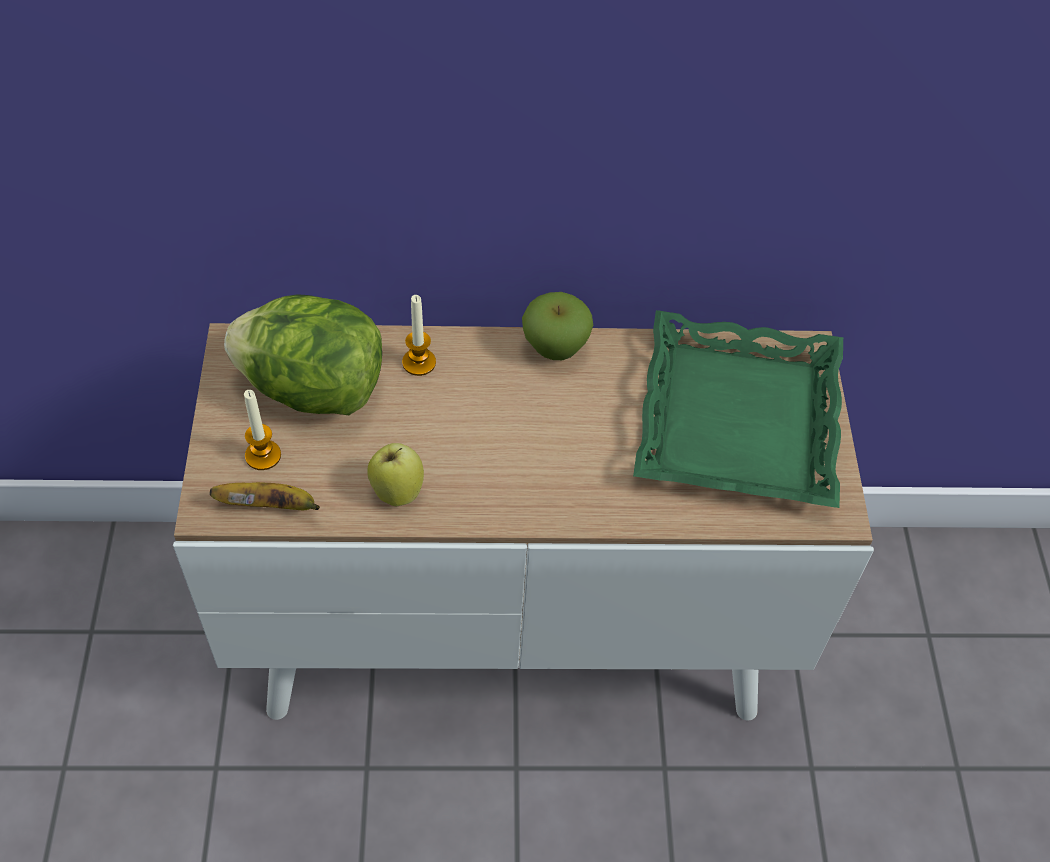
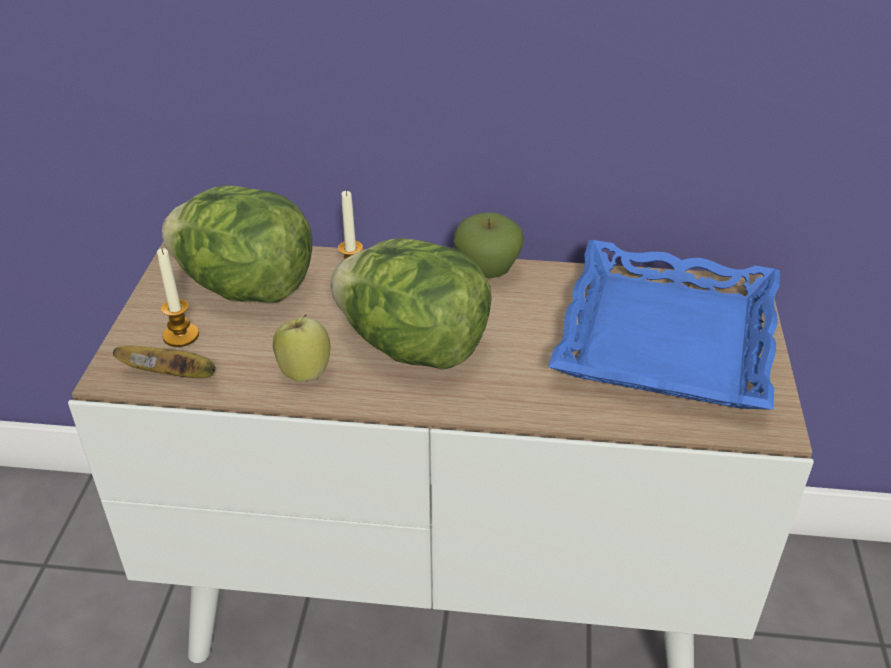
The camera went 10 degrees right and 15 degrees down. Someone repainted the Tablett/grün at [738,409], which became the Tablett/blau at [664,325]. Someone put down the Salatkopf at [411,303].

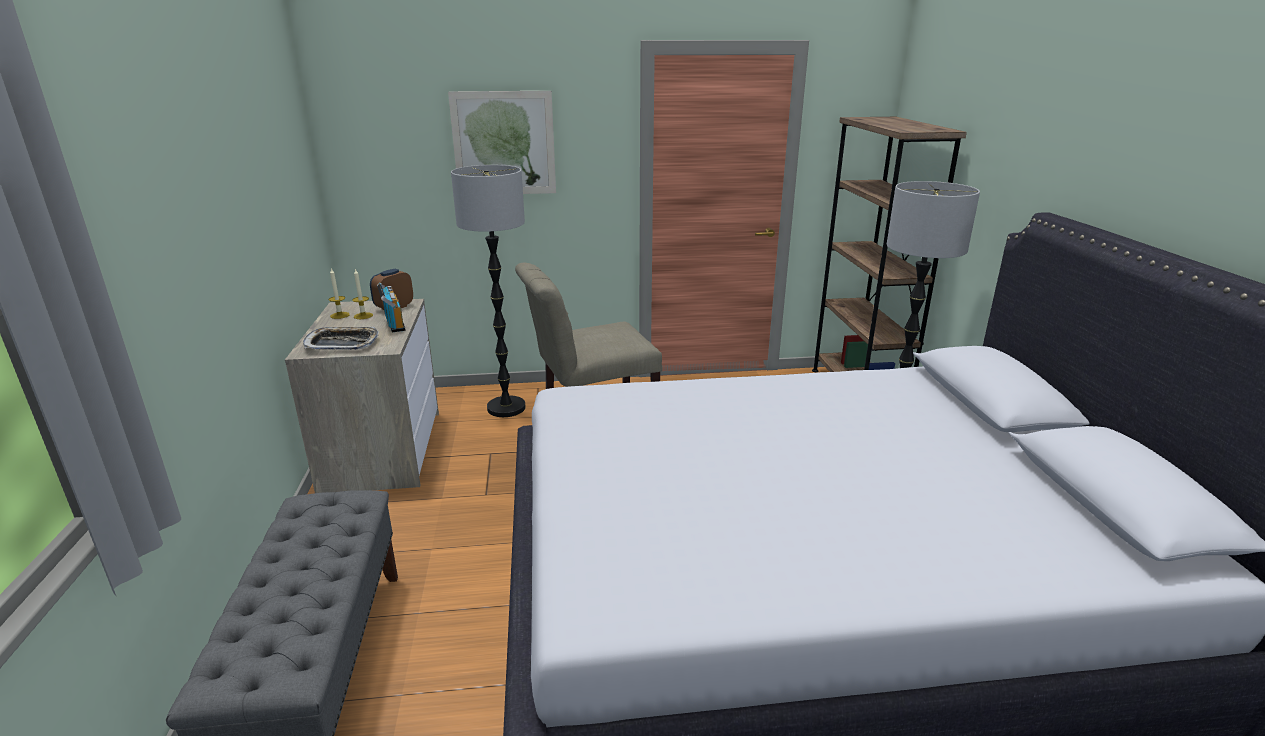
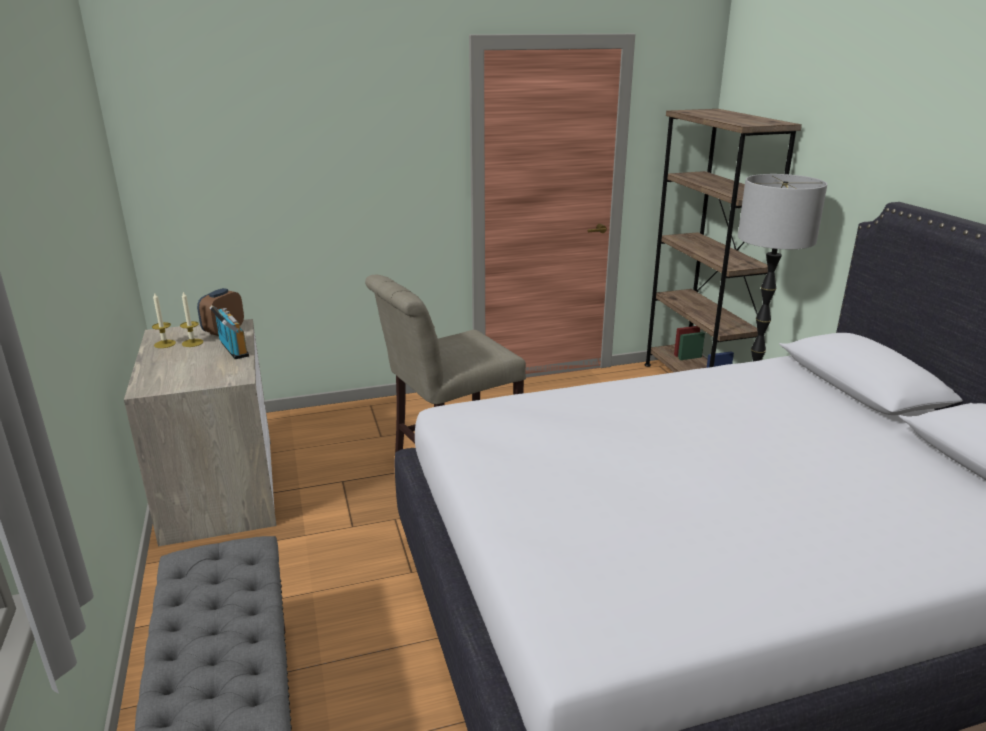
The camera went 10 degrees left and 0 degrees up. Someone took away the Bild at [502,142]. Someone took away the Stehlampe at [488,291]. Someone took away the Tablett at [341,338].

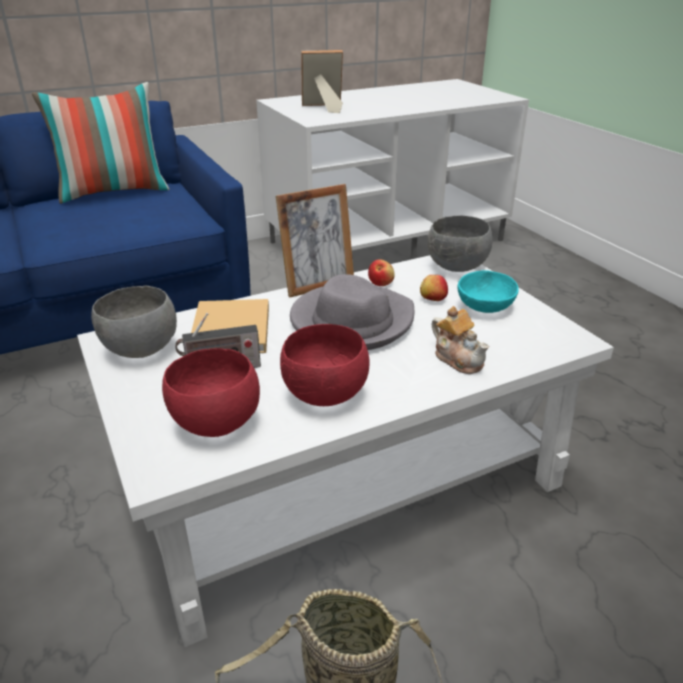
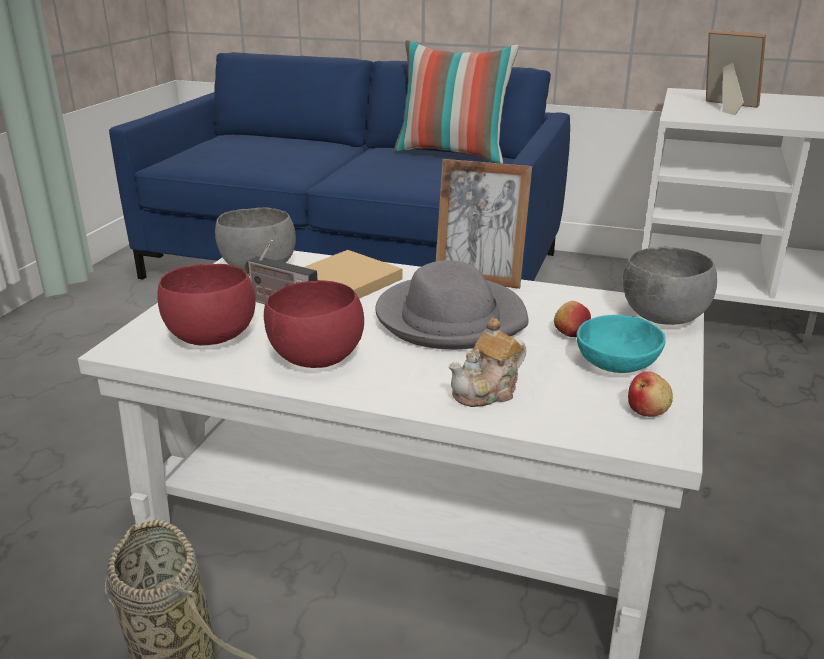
The camera went 45 degrees right and 5 degrees down. Someone carried the Apfel from [381,272] to [650,394]. Someone rotated the Teekanne at [460,340] by 45 degrees clockwise.

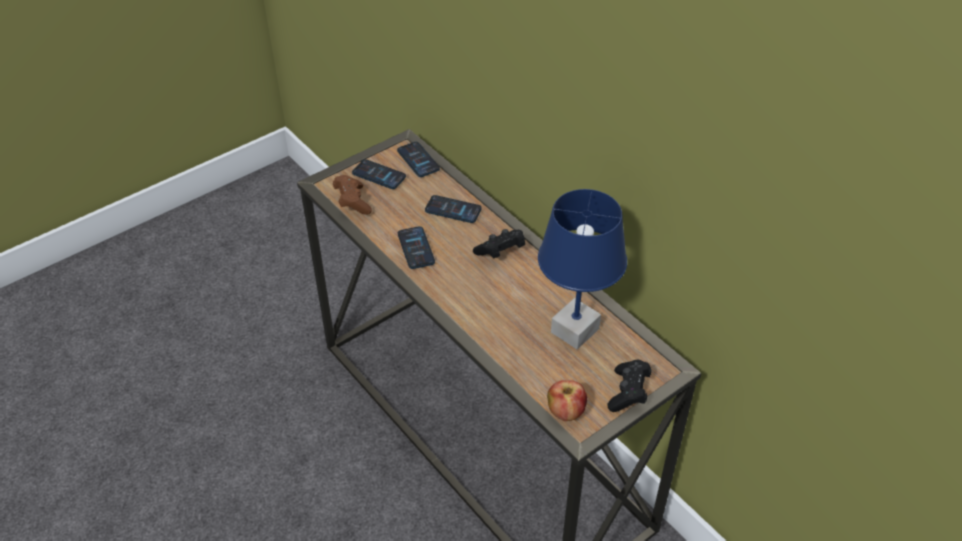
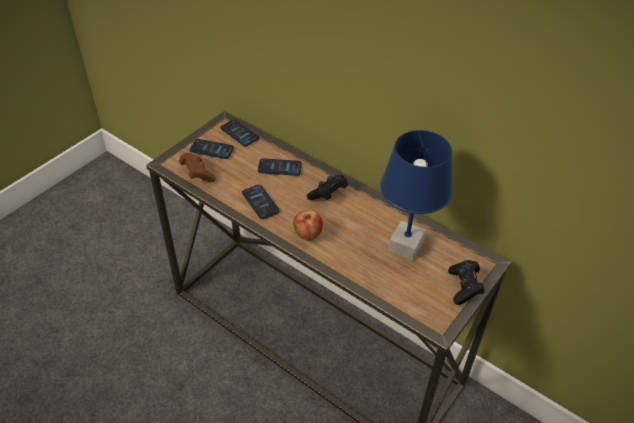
The camera went 15 degrees left and 0 degrees up. Someone carried the Apfel from [567,400] to [308,225].

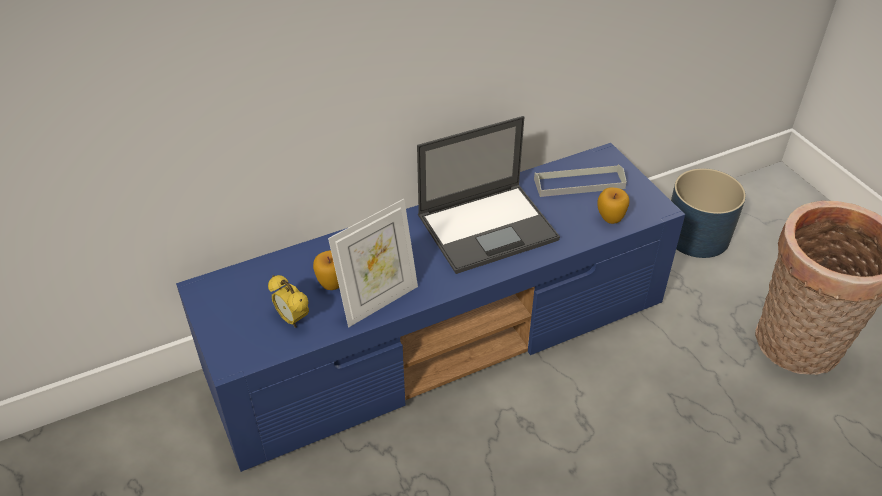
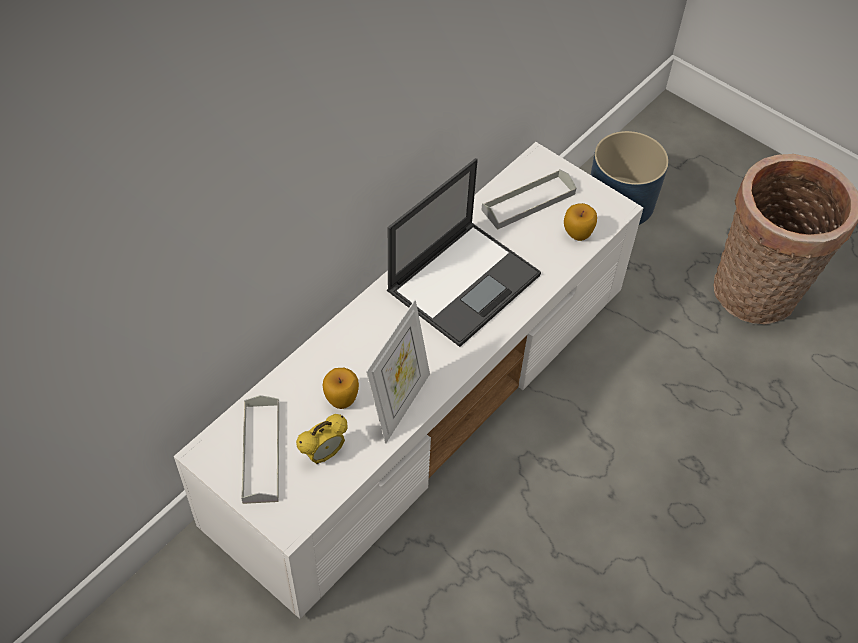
The camera went 25 degrees left and 10 degrees up. Someone repainted the Fernsehschrank/blau at [430,307], which became the Fernsehschrank/weiß at [408,380]. Someone rotated the Wecker at [288,301] by 60 degrees counterclockwise. Someone put down the Tablett/grau at [260,449].

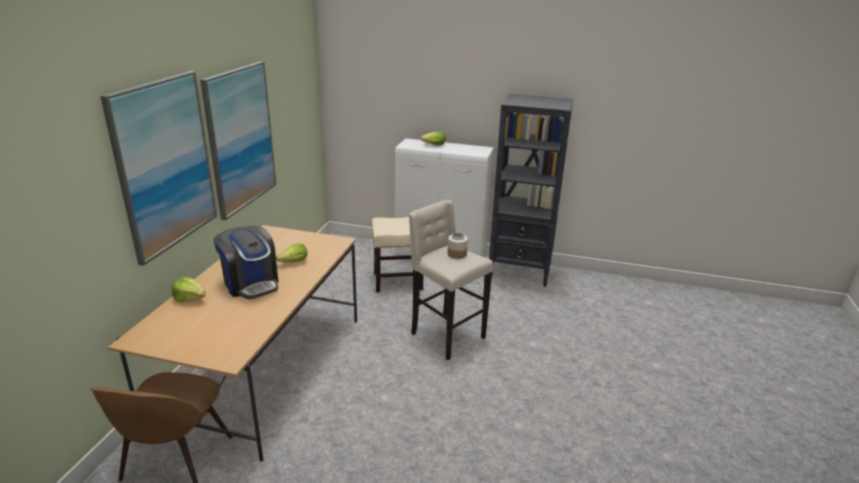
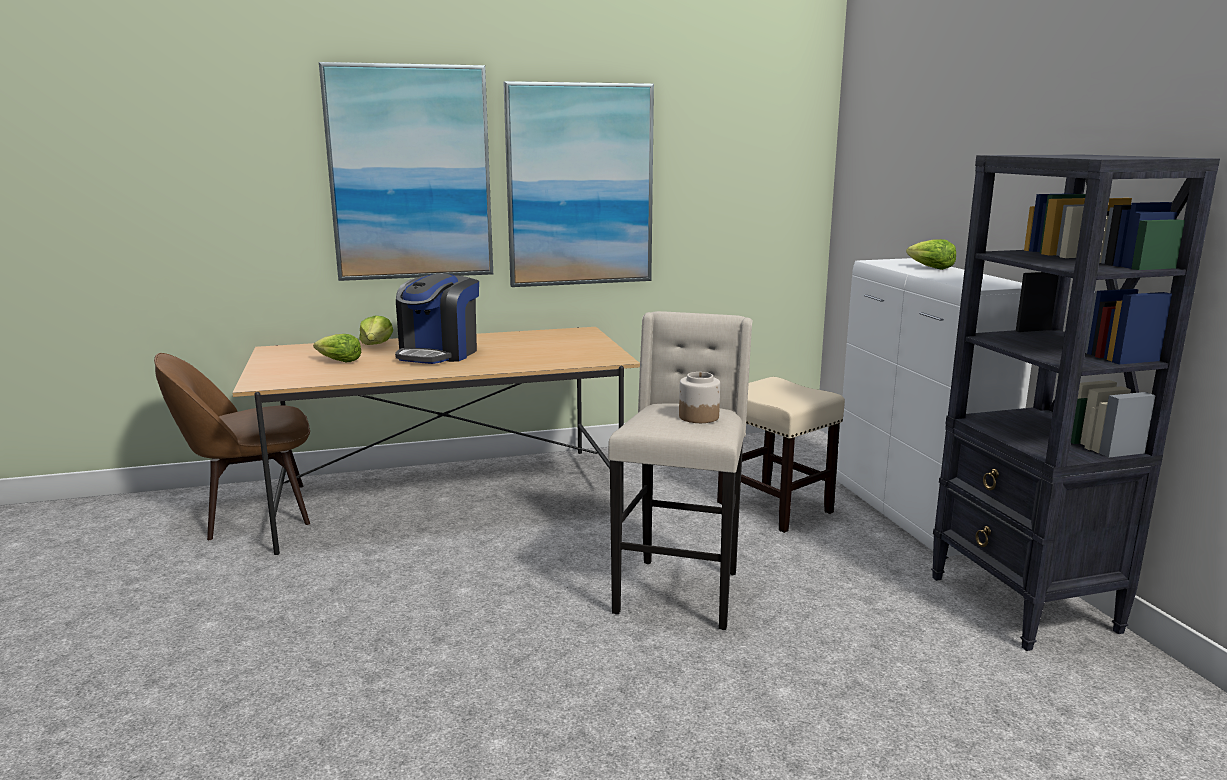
The camera went 60 degrees right and 10 degrees down. Someone carried the Salatkopf from [291,252] to [337,348].

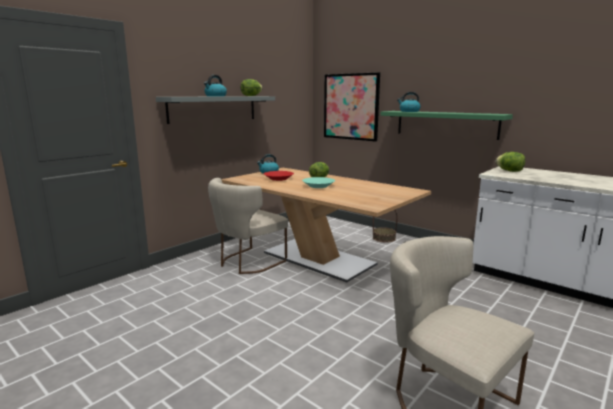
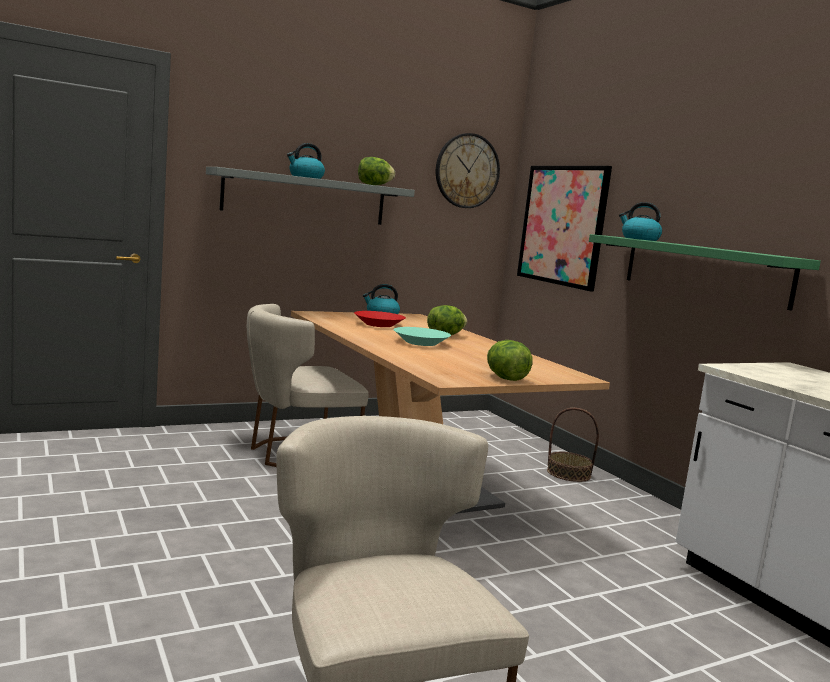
The camera went 20 degrees right and 5 degrees down. Someone carried the Salatkopf from [510,162] to [510,360]. Someone put up the Wanduhr at [468,170].

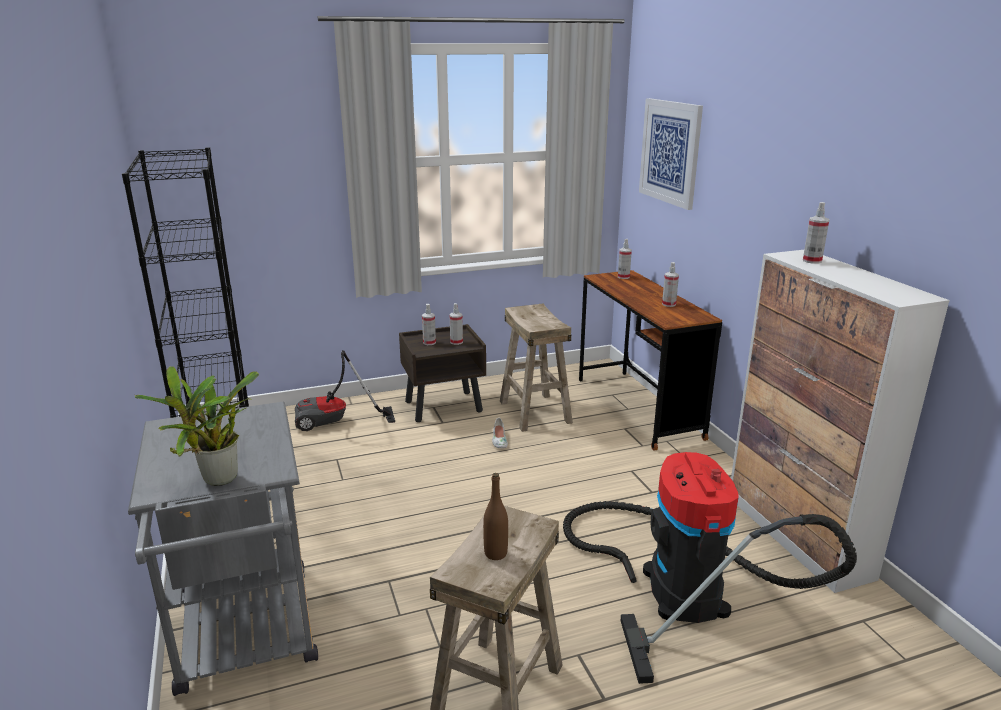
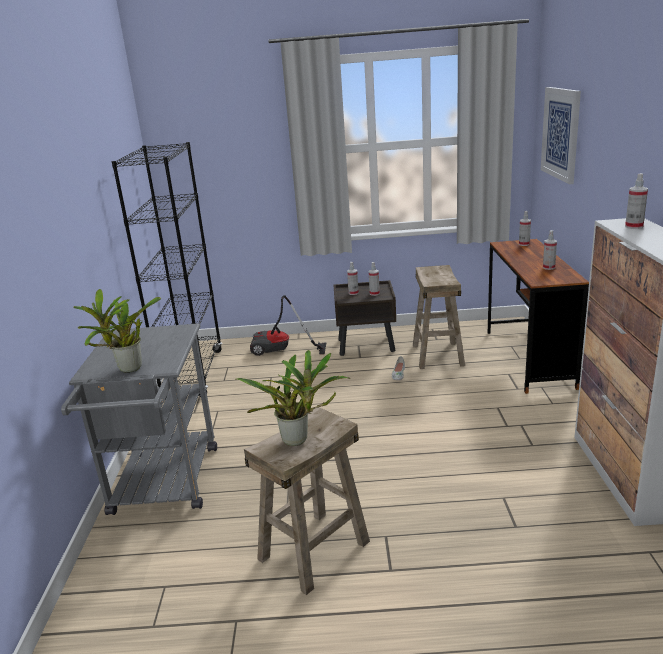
The camera went 20 degrees right and 0 degrees up. Someone took away the Staubsauger at [710,568]. Someone swapped the Flasche/braun at [495,516] for the Topfpflanze at [292,398].

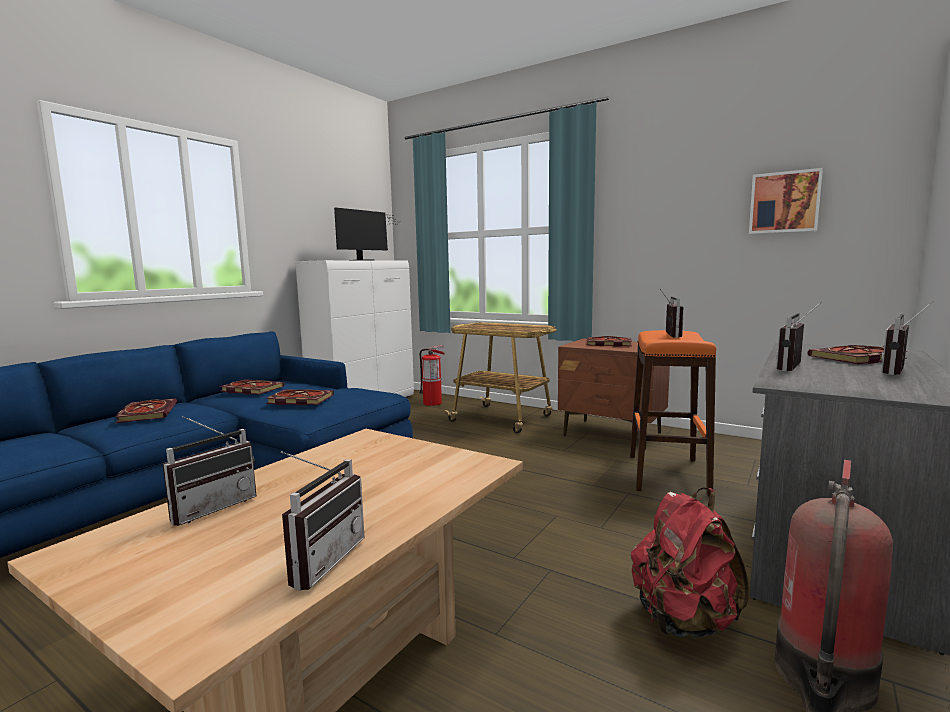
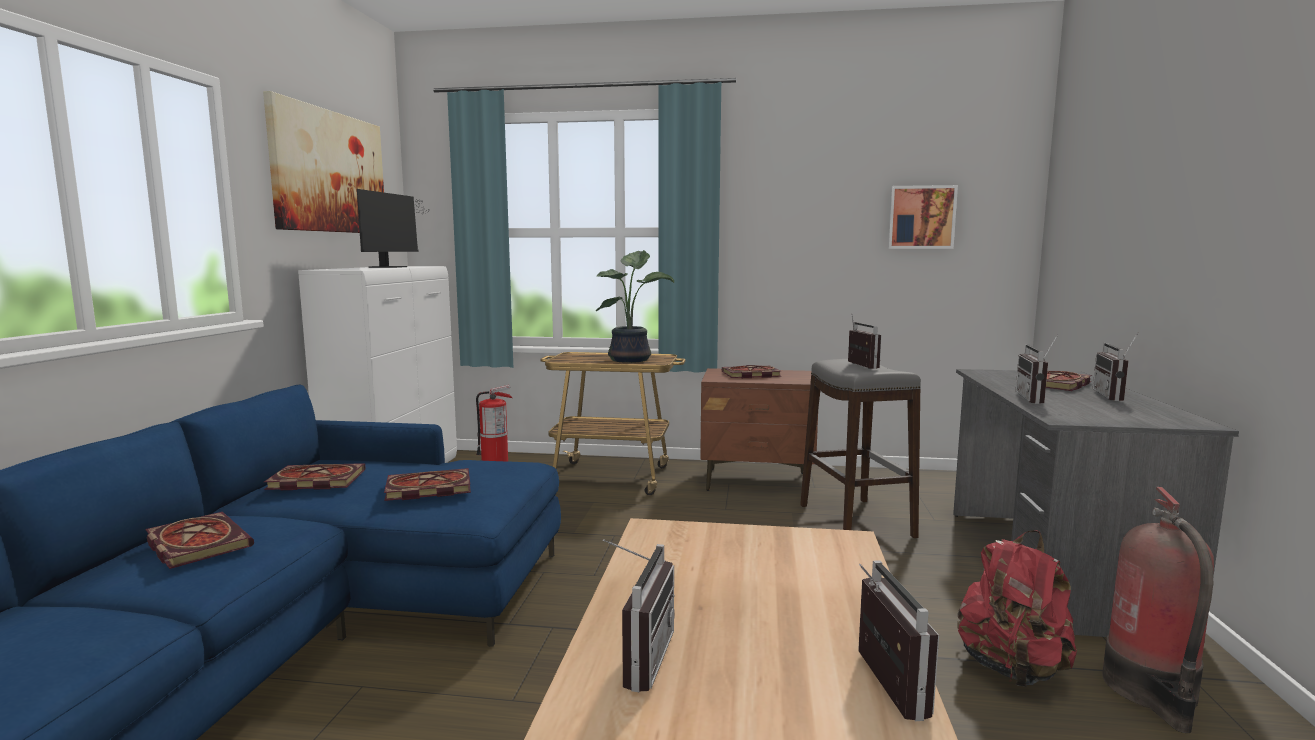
The camera went 25 degrees left and 0 degrees up. Someone repainted the Hocker/orange at [673,413], which became the Hocker/grau at [860,448]. Someone put up the Bild at [323,162]. Someone put down the Topfpflanze at [635,306].

